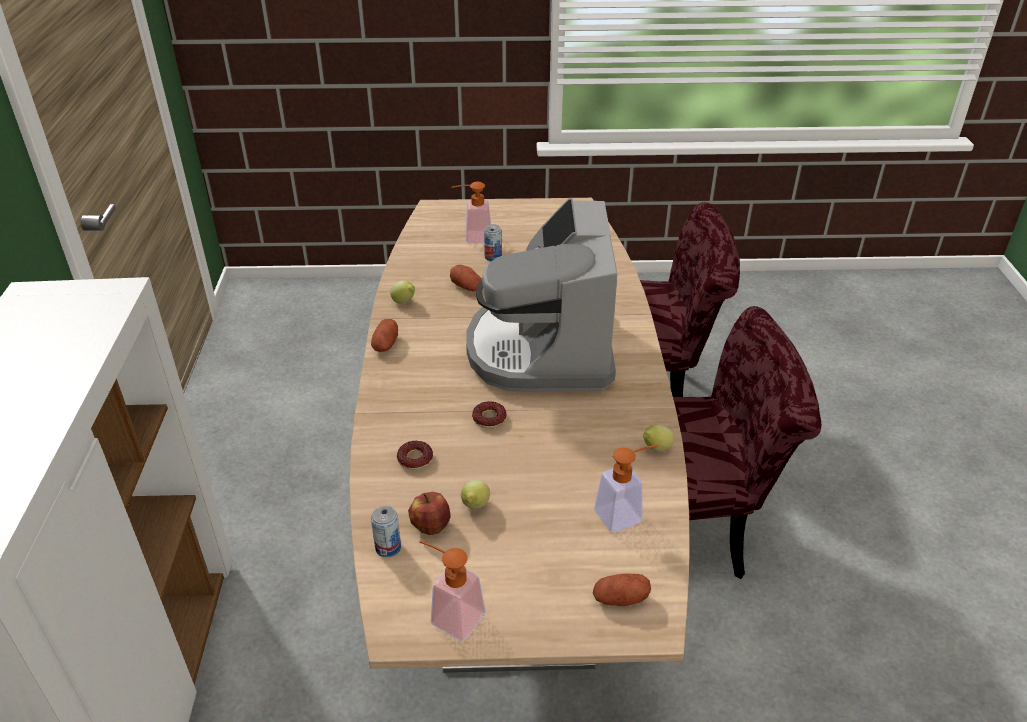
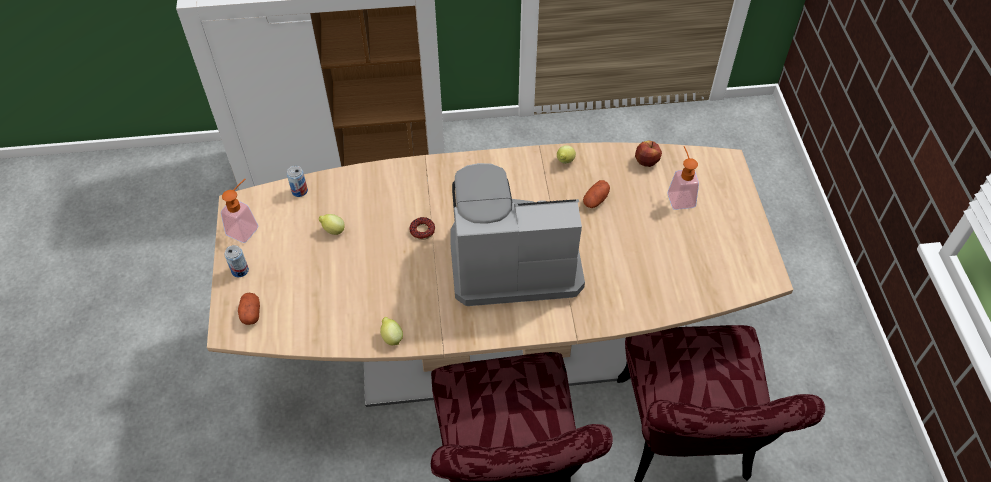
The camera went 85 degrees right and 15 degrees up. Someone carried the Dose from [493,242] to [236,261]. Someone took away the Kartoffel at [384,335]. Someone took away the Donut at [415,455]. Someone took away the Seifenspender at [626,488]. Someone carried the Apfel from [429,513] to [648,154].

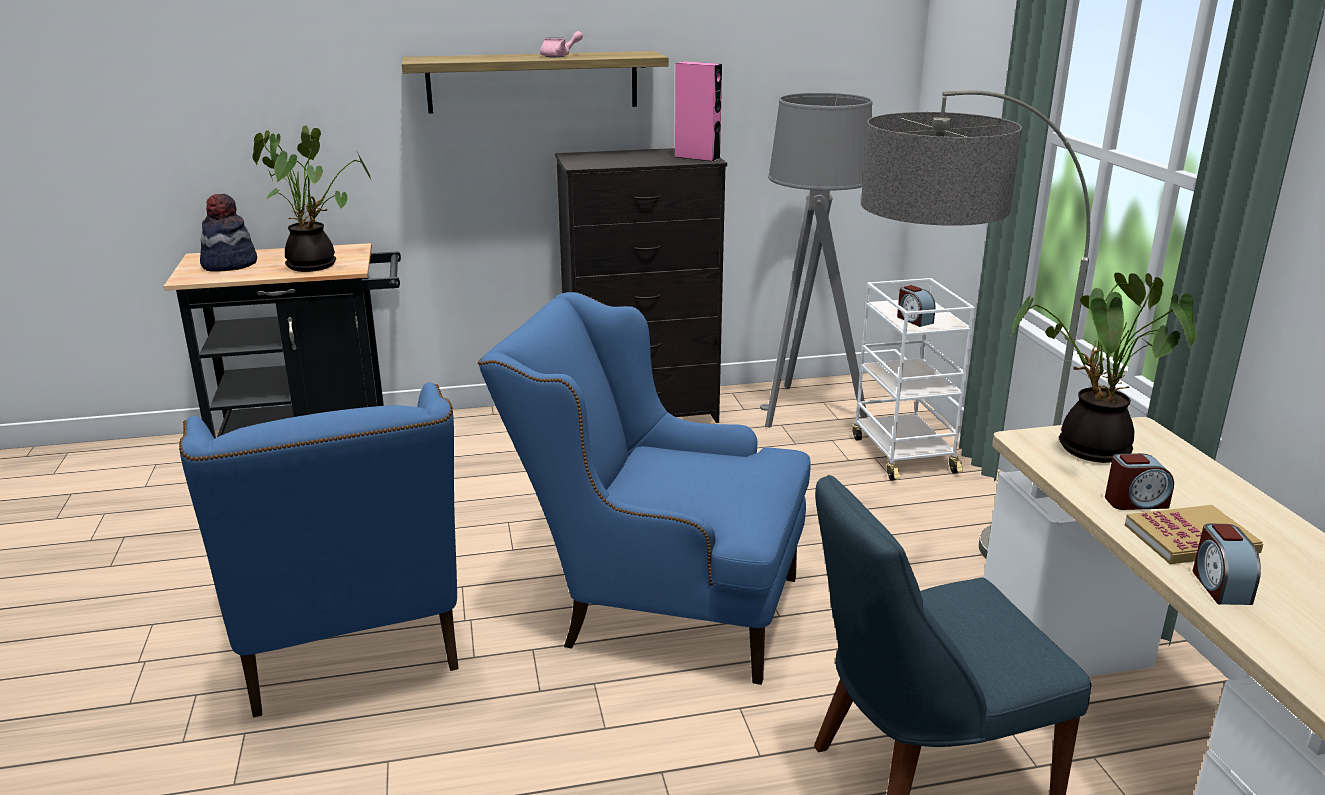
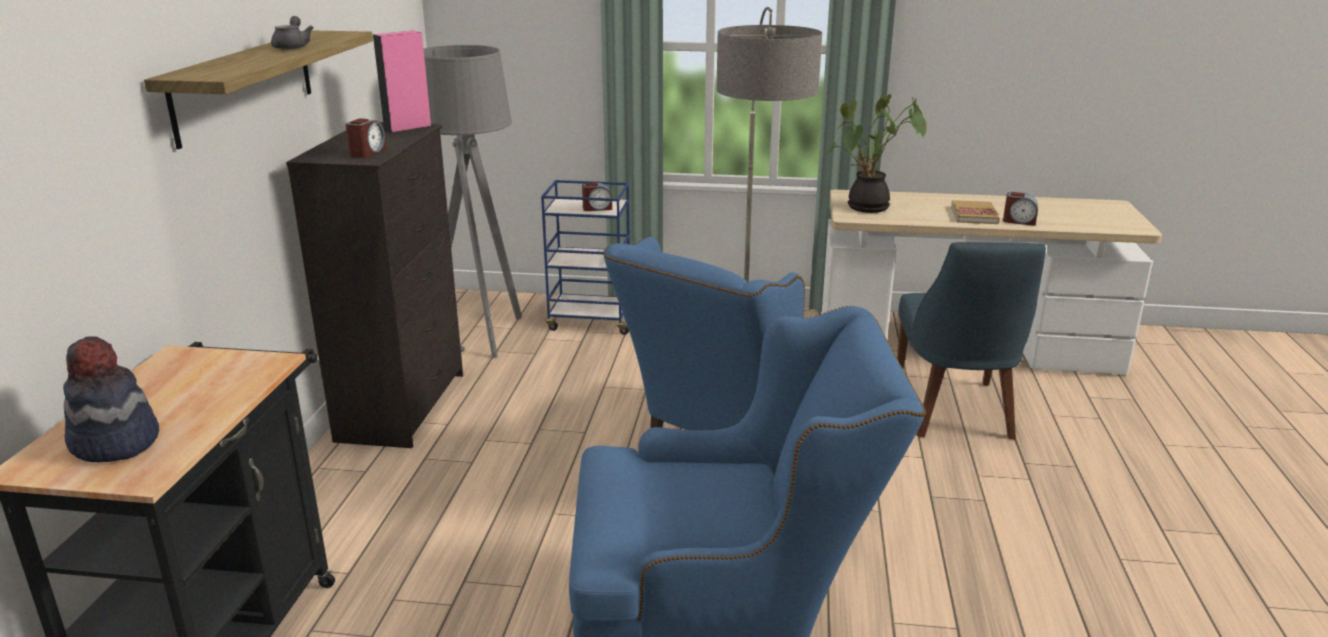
The camera went 70 degrees left and 0 degrees up. Someone repainted the Teekanne/rosa at [561,44], which became the Teekanne/grau at [292,33]. Someone took away the Topfpflanze at [311,198]. Someone repainted the Rollwagen/weiß at [913,379], which became the Rollwagen/blau at [585,257]. Someone carried the Wecker from [1139,481] to [365,138].

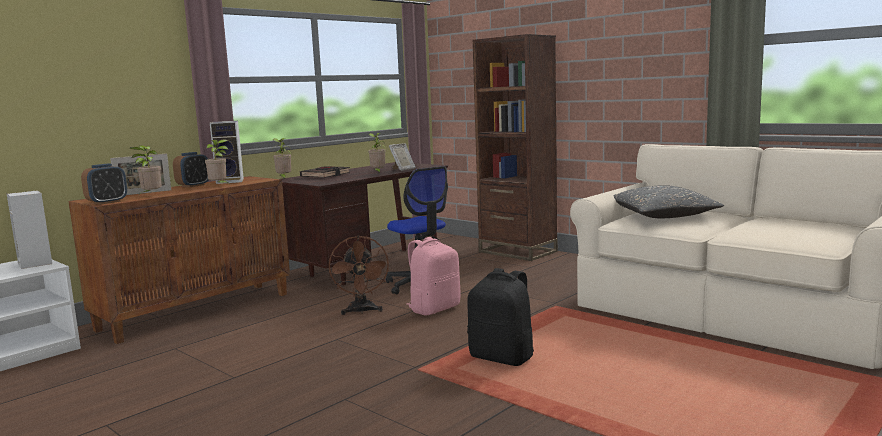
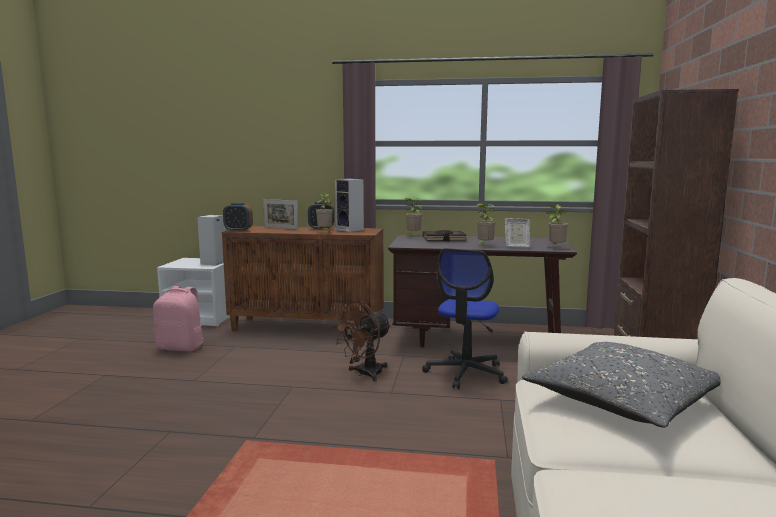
The camera went 55 degrees right and 0 degrees up. Someone carried the Topfpflanze from [145,169] to [557,225]. Someone carried the Rucksack/rosa from [433,276] to [178,319]. Someone took away the Rucksack/schwarz at [500,317].

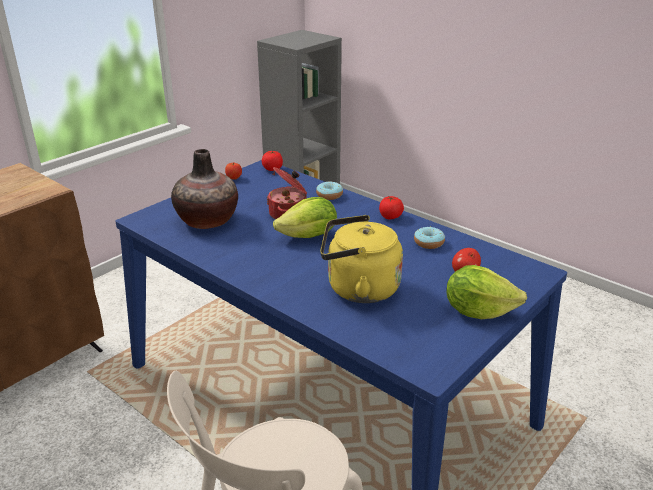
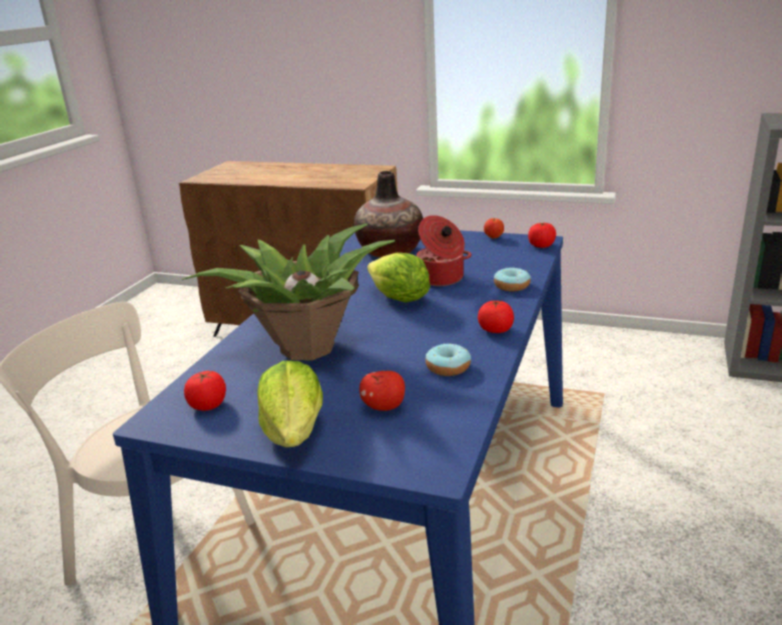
The camera went 70 degrees right and 5 degrees down. Someone swapped the Wasserkessel/gelb at [361,259] for the Topfpflanze at [288,291]. Someone put down the Tomate at [205,391].

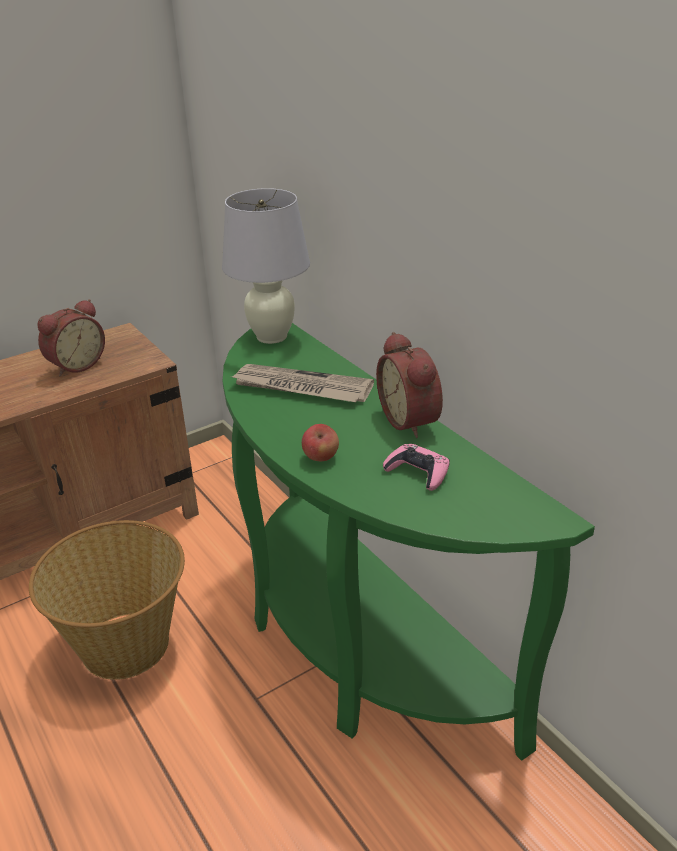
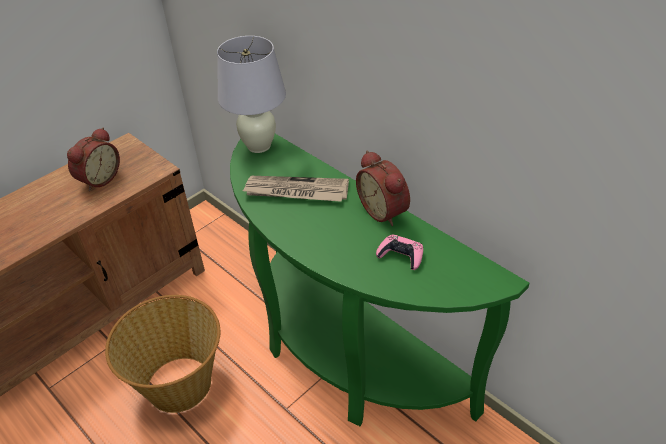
The camera went 10 degrees left and 10 degrees up. Someone took away the Apfel at [320,442].

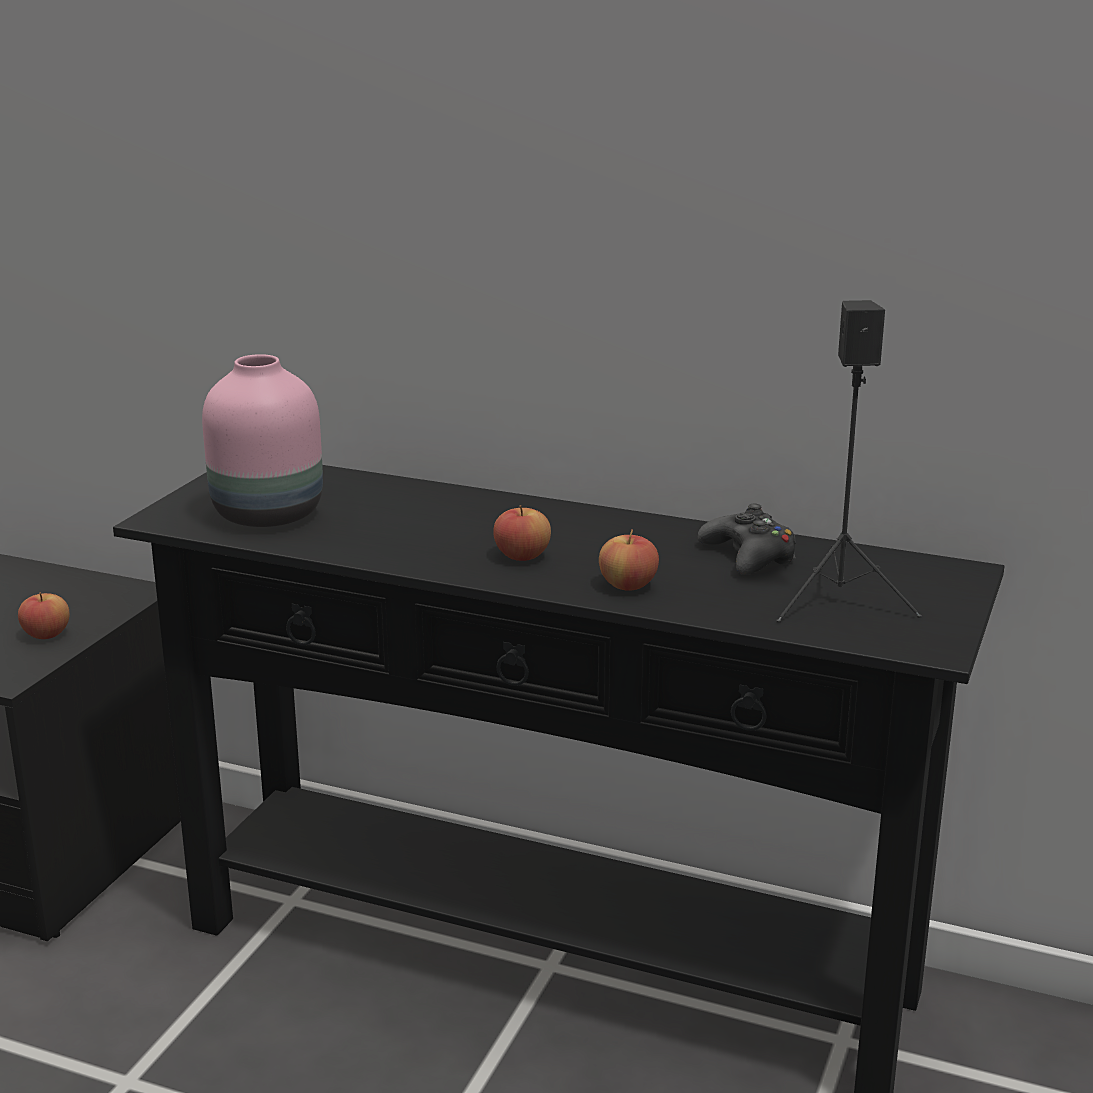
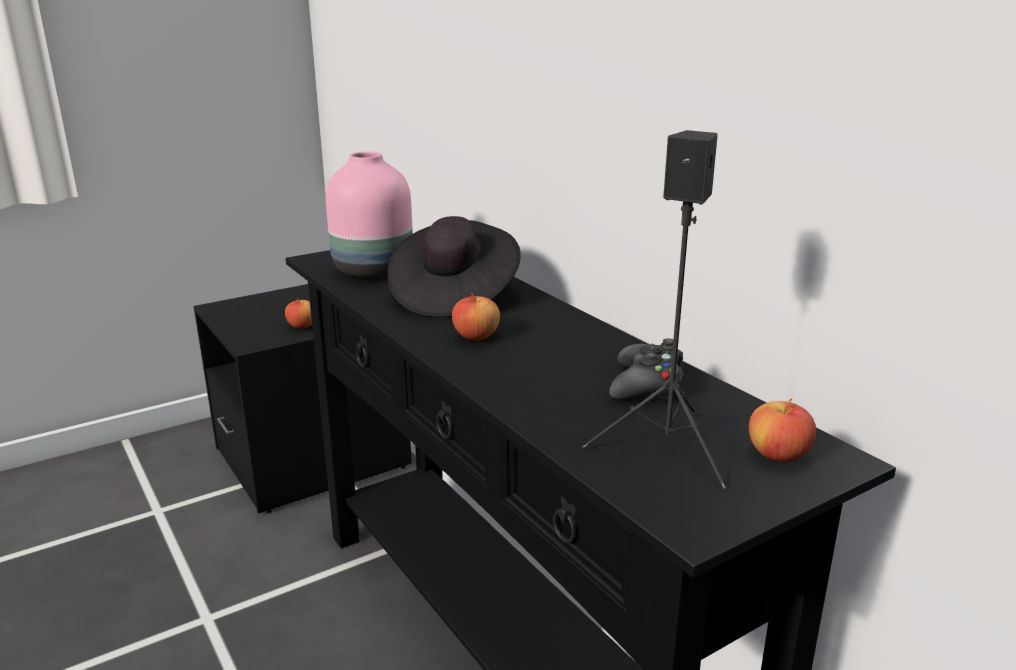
The camera went 35 degrees right and 0 degrees up. Someone carried the Apfel from [629,560] to [782,430]. Someone put down the Hut/schwarz at [454,266].

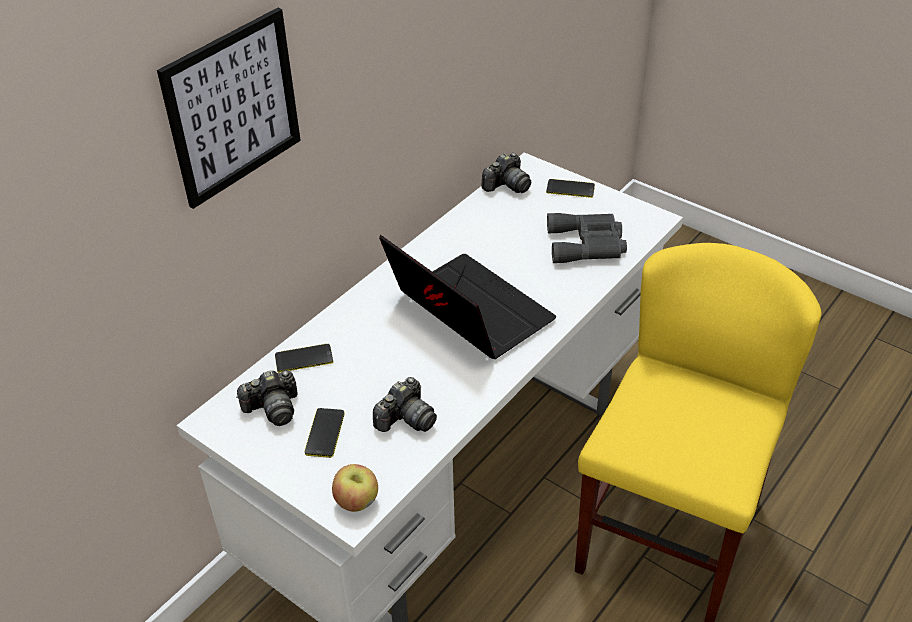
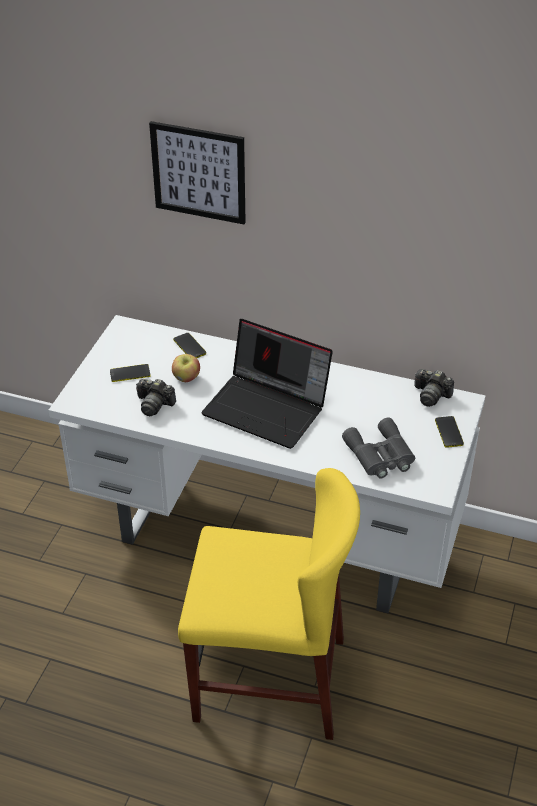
The camera went 70 degrees right and 0 degrees up. Someone rotated the Laptop at [467,297] by 90 degrees clockwise. Someone took away the Kamera at [267,398]. Someone carried the Apfel from [355,488] to [186,368].

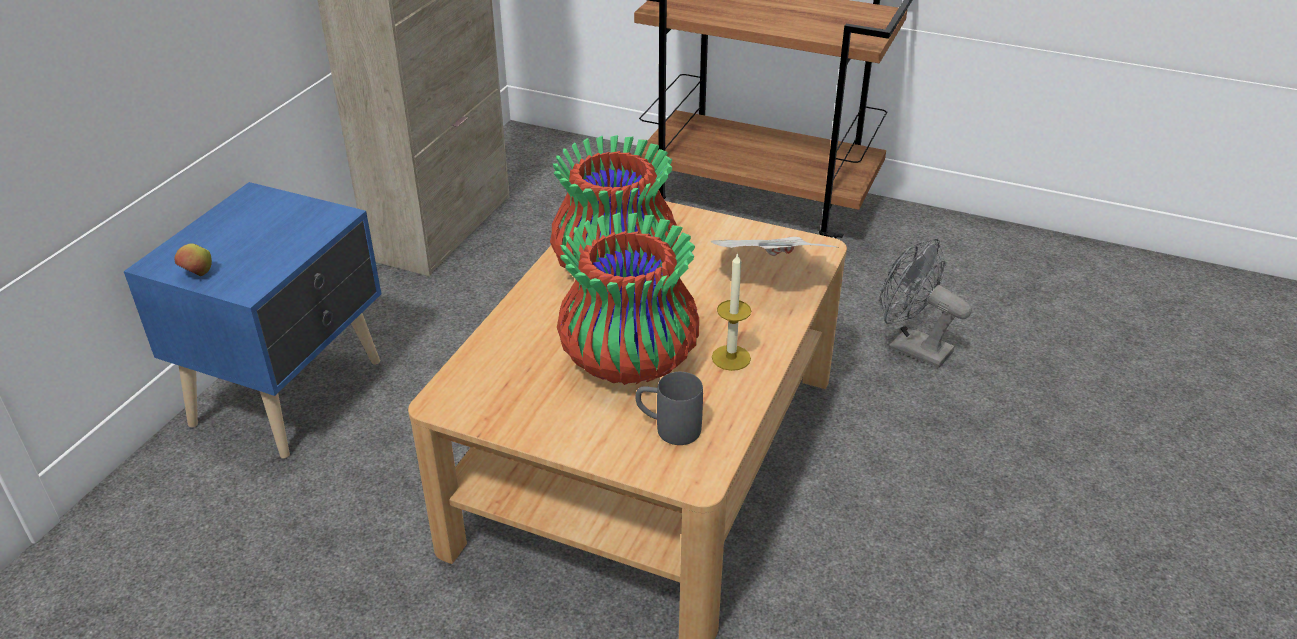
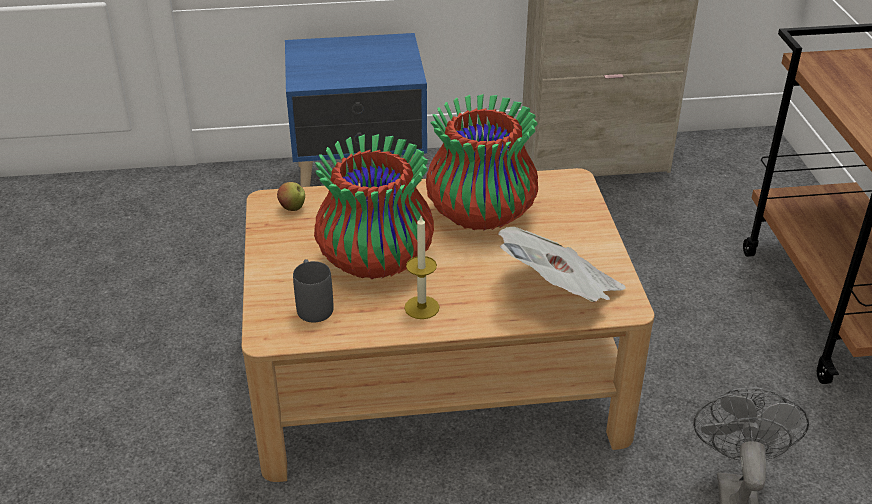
The camera went 60 degrees right and 0 degrees up. Someone carried the Apfel from [193,259] to [291,196].

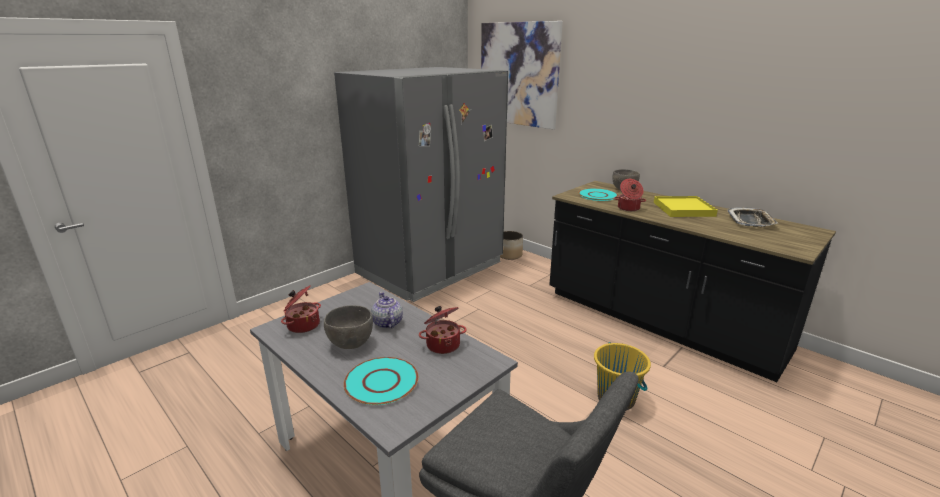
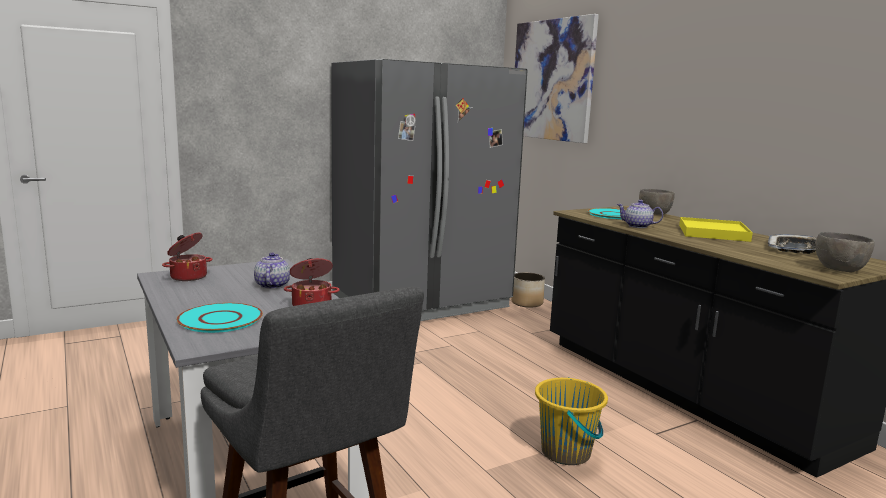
The camera went 15 degrees right and 10 degrees down. Someone swapped the Kochtopf at [630,195] for the Teekanne at [640,214]. Someone carried the Schüssel/grau from [348,327] to [845,252].

